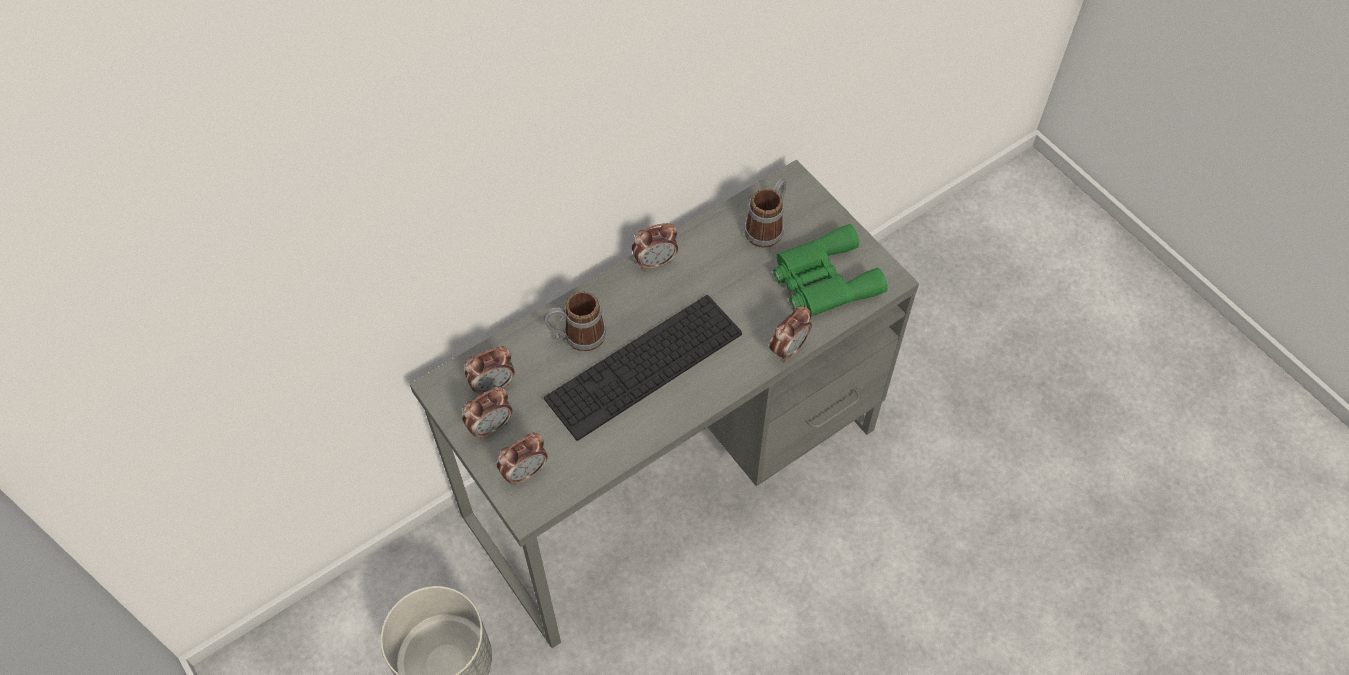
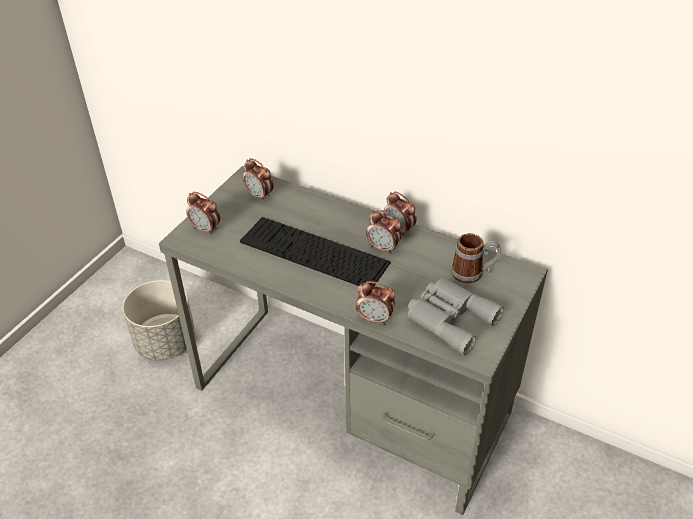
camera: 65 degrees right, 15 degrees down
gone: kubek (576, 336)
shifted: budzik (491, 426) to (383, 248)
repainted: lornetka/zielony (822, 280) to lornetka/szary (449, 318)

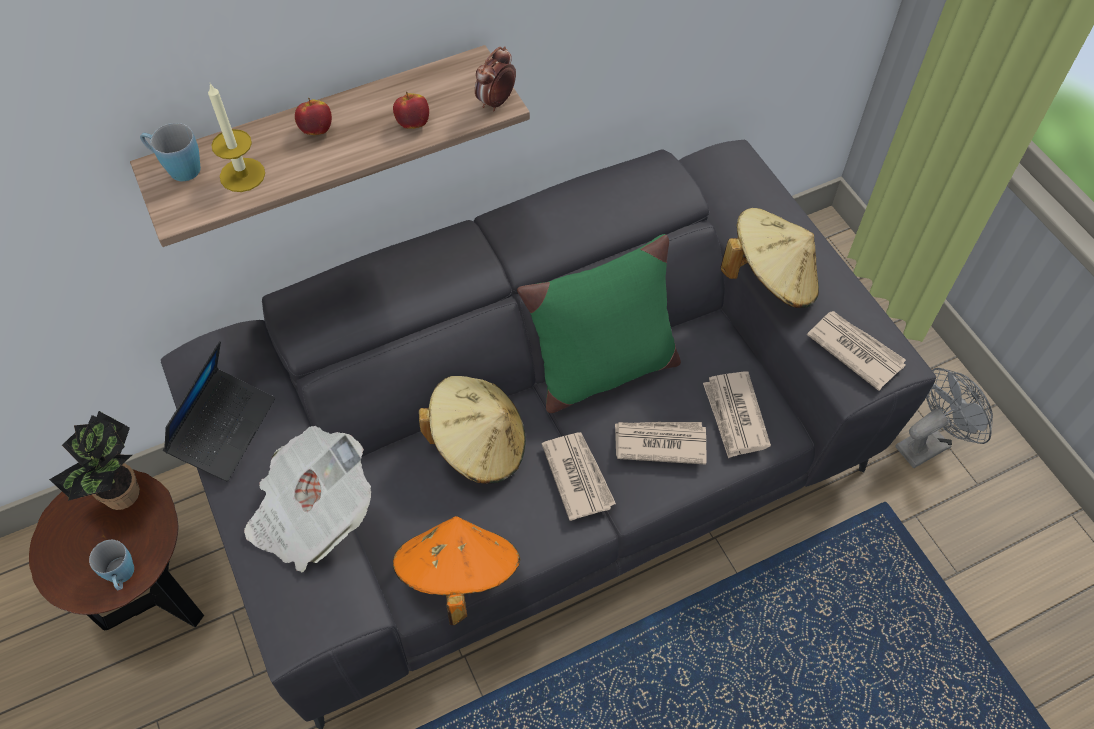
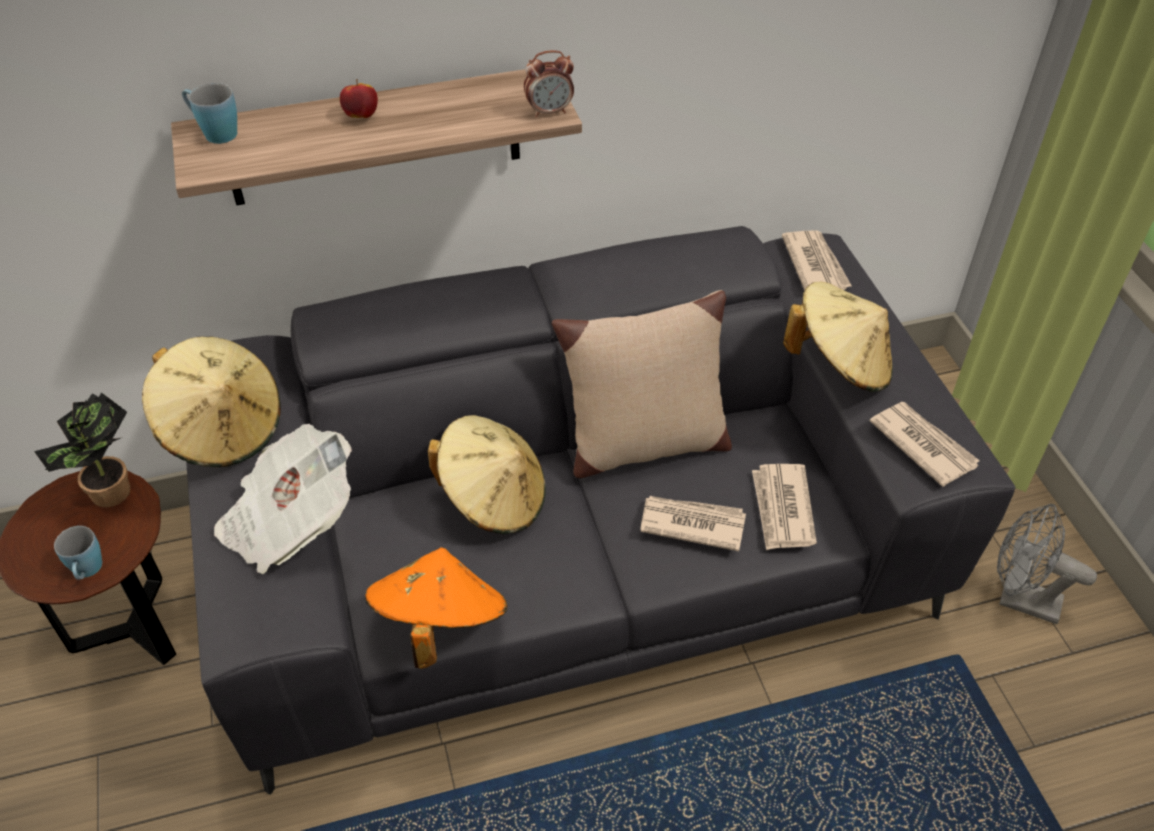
camera: 10 degrees right, 10 degrees down
gone: świeca (242, 175); jabłko (413, 123)
shifted: gazeta (578, 476) to (815, 264)
swapped: laptop (224, 429) to kapelusz/beżowy (222, 429)
repainted: poduszka/zielony (601, 371) to poduszka/beżowy (643, 445)
rotated: budzik (496, 102) = (549, 112) 150 degrees counterclockwise; wentylator/szary (928, 443) = (1019, 599) 135 degrees counterclockwise

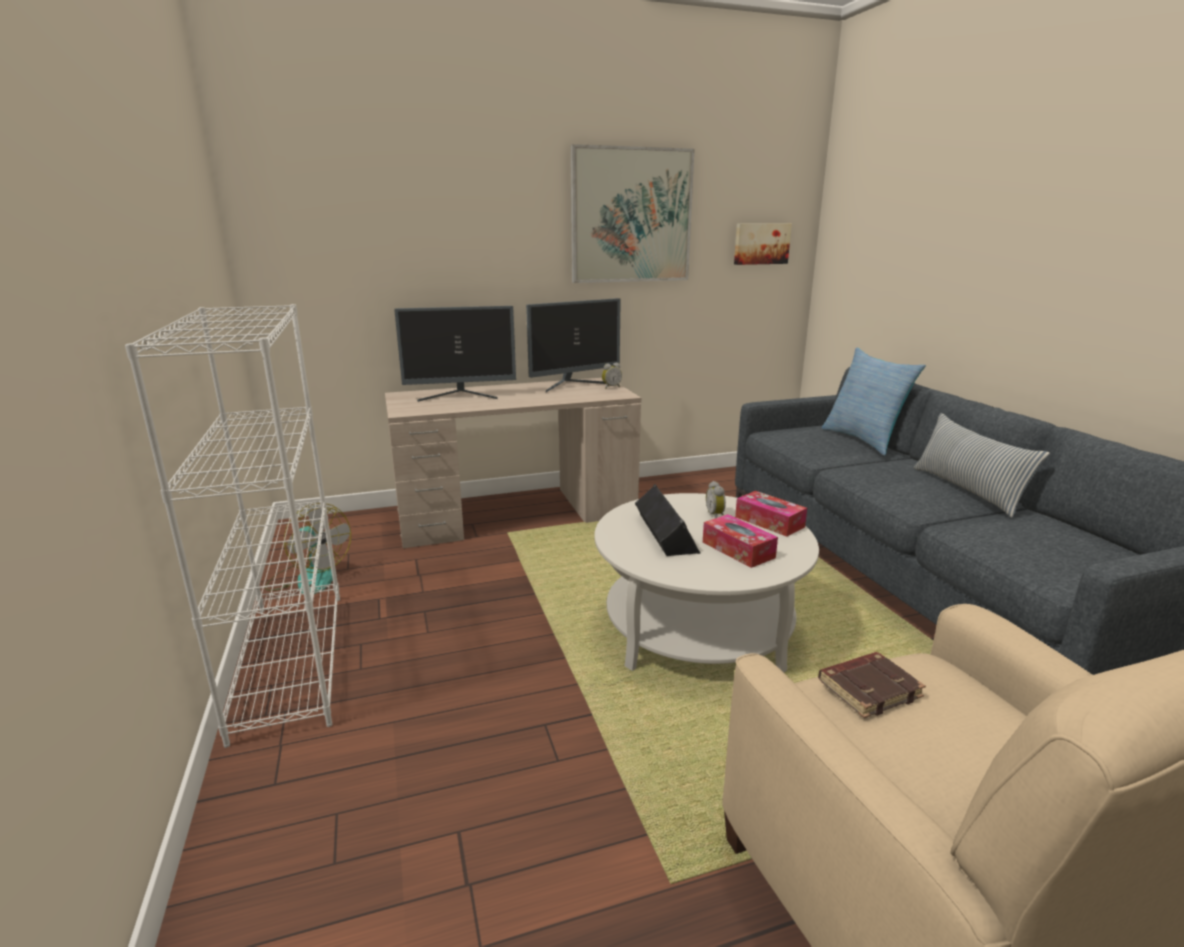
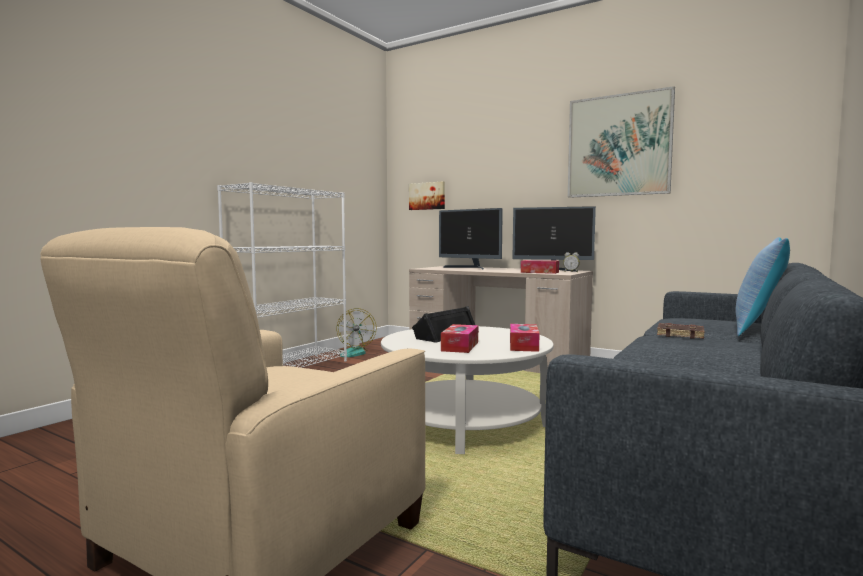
camera: 50 degrees right, 15 degrees down
gone: poduszka (967, 490); budzik (716, 515)
new: pudełko chusteczek (539, 272)
shifted: obraz (761, 243) to (427, 196); książka/brązowy (868, 688) to (680, 335)

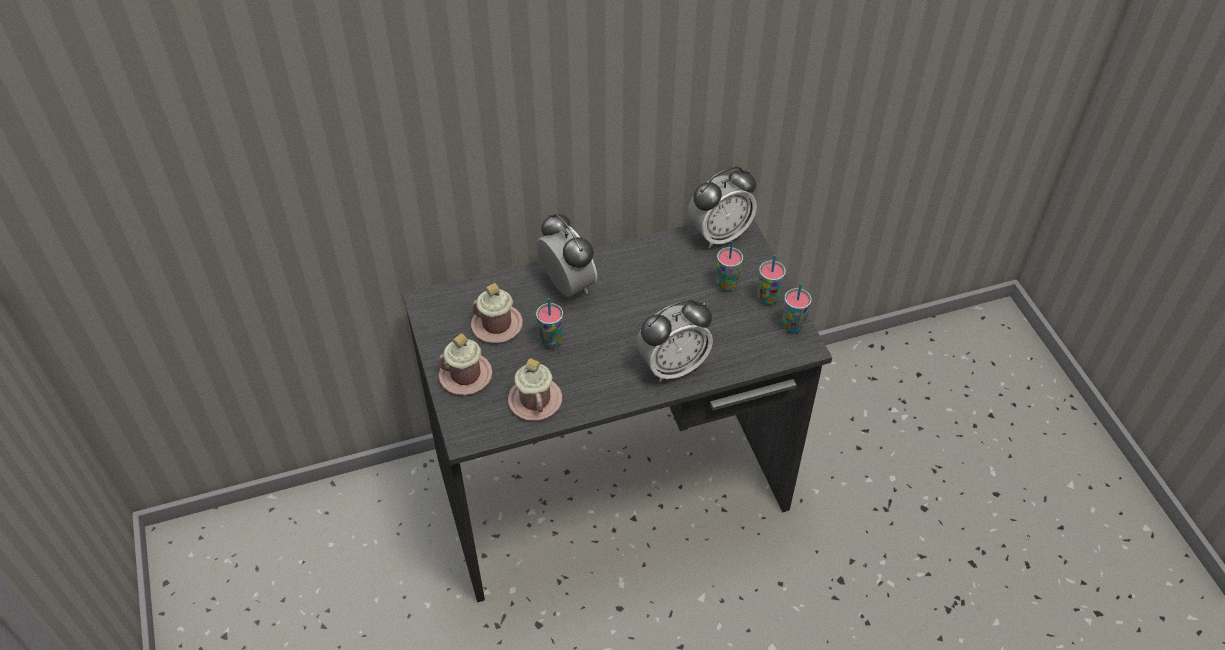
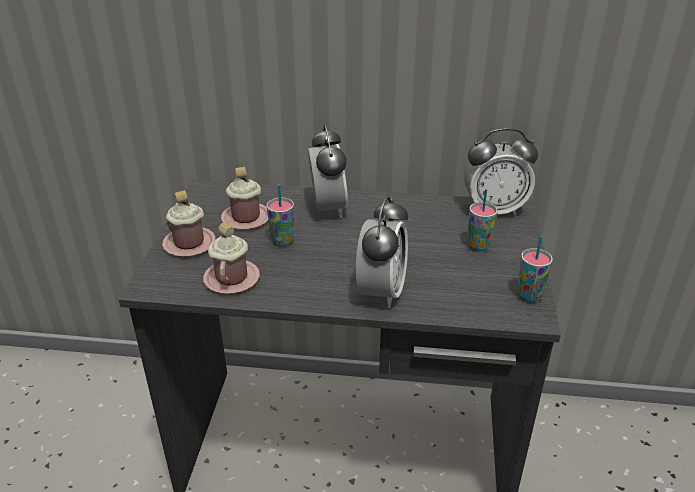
camera: 25 degrees right, 15 degrees down
gone: filiżanka (768, 298)
rotated: budzik (673, 366) = (381, 292) 75 degrees counterclockwise

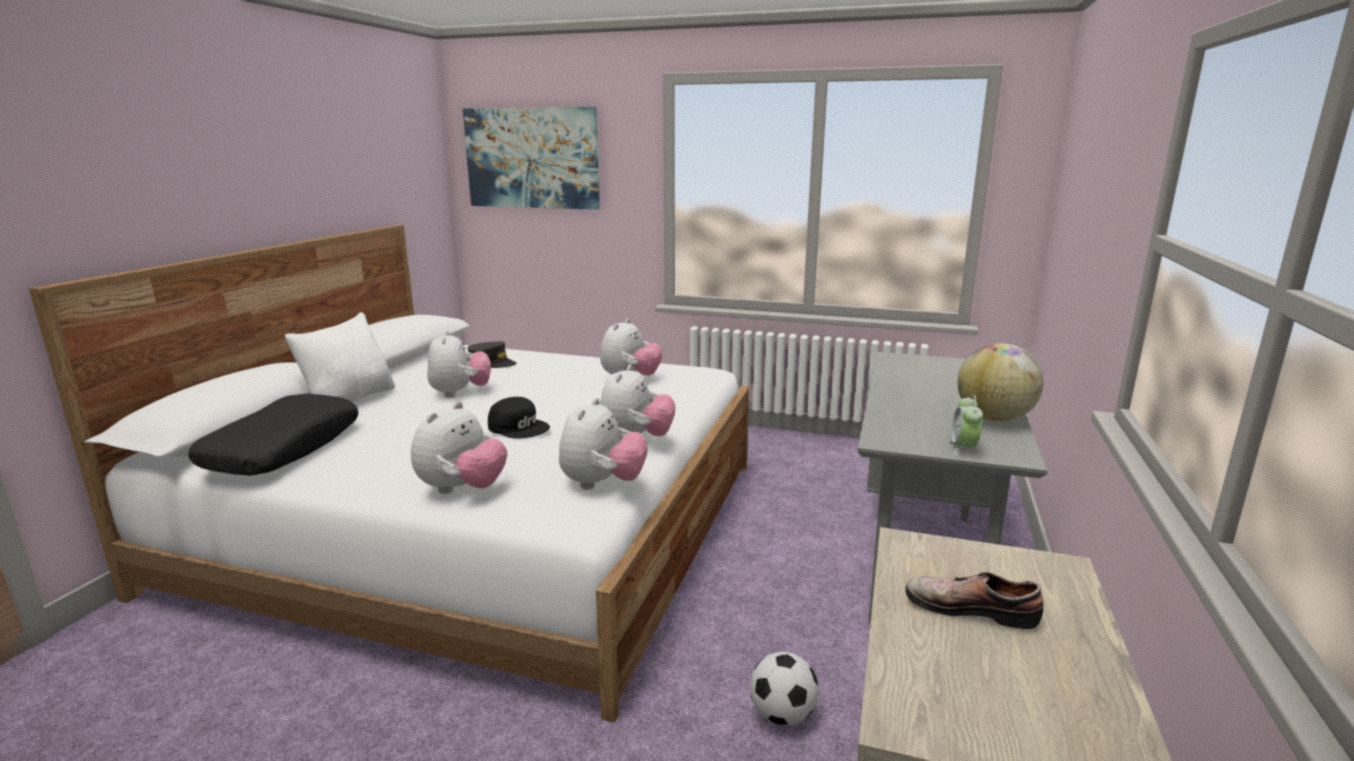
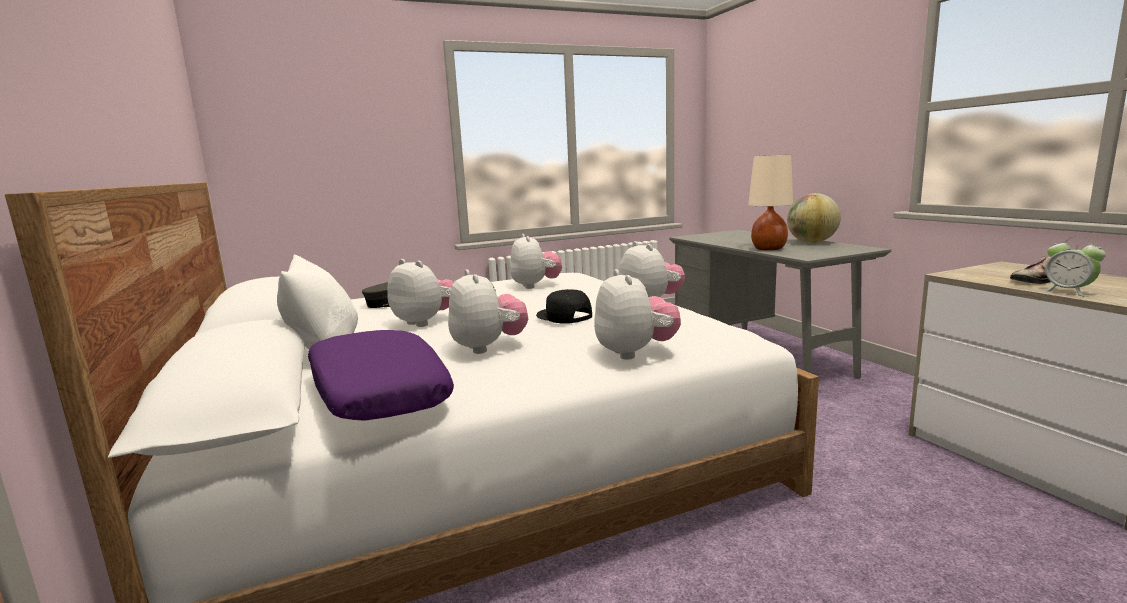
camera: 40 degrees left, 5 degrees down
gone: obraz (532, 158); piłka futbolowa (782, 715)
new: lampa stołowa/beżowy (769, 249)
shifted: budzik (963, 449) to (1068, 292); pluszak (602, 484) to (488, 347)
repainted: poduszka/czarny (283, 449) to poduszka/fioletowy (377, 392)
rotated: czapka z daszkiem/czarny (519, 427) = (563, 316) 120 degrees counterclockwise

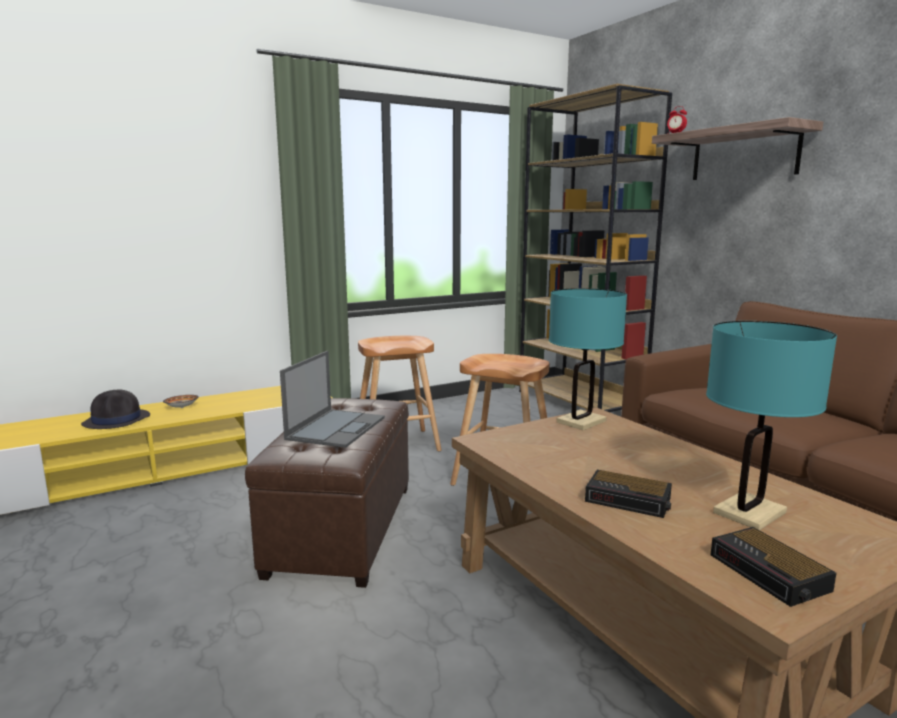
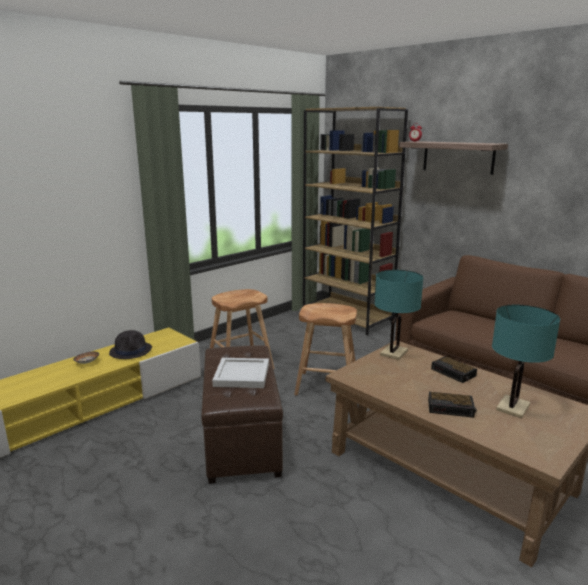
camera: 15 degrees left, 5 degrees up
shifted: kapelusz/czarny (117, 420) to (131, 351); budzik (770, 573) to (454, 373)
swapped: laptop (336, 428) to taca/biały (241, 375)

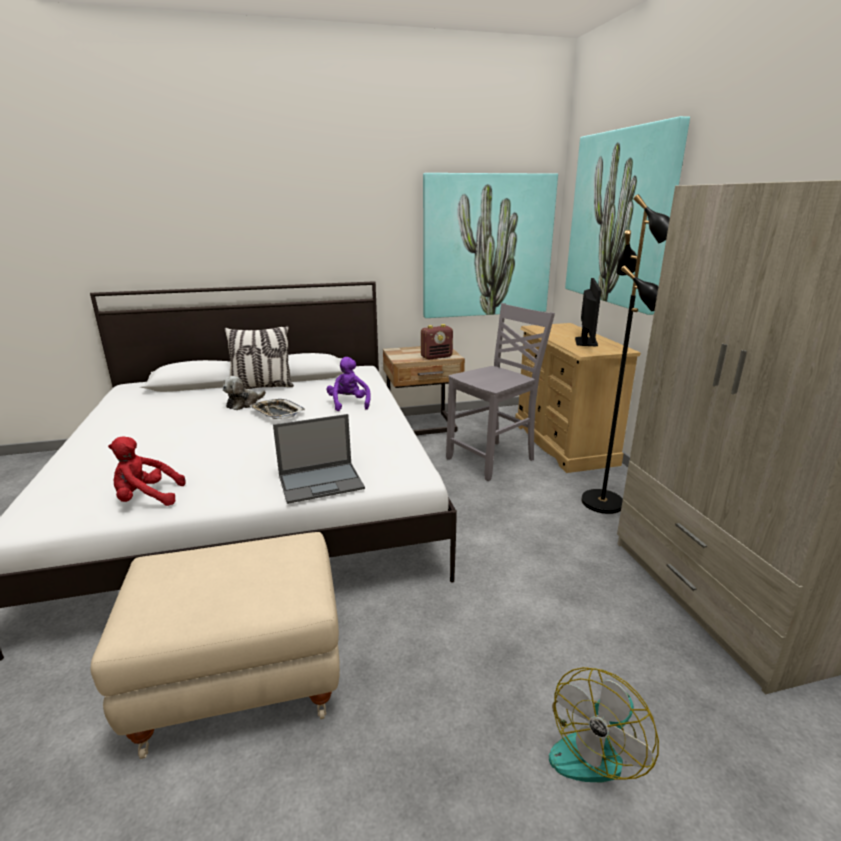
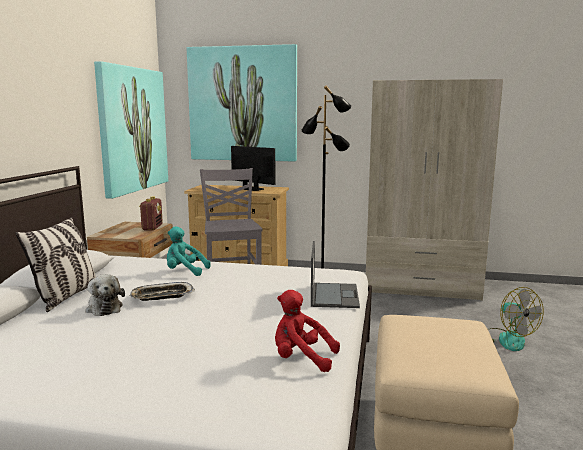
camera: 65 degrees left, 10 degrees down
repainted: pluszak/fioletowy (349, 404) to pluszak/turkusowy (184, 271)
rotated: pluszak/czerwony (147, 498) = (301, 359) 90 degrees clockwise

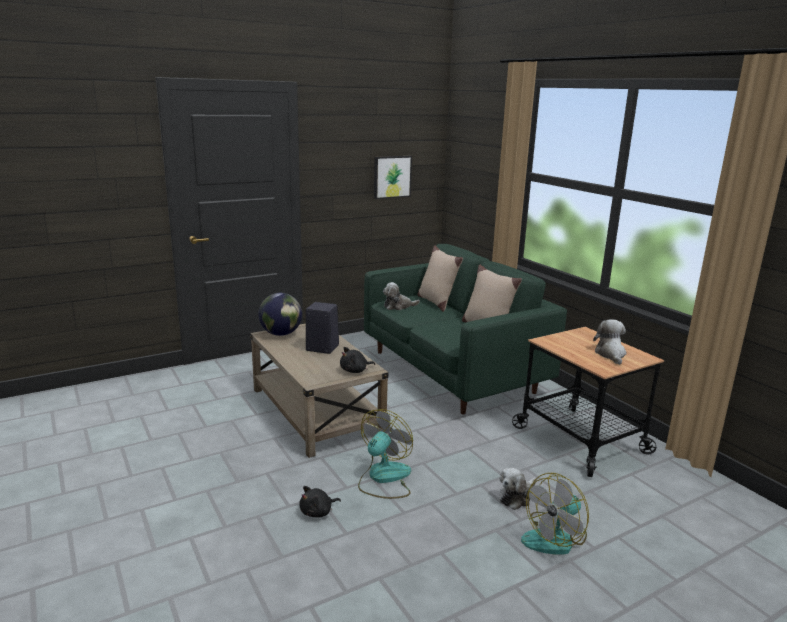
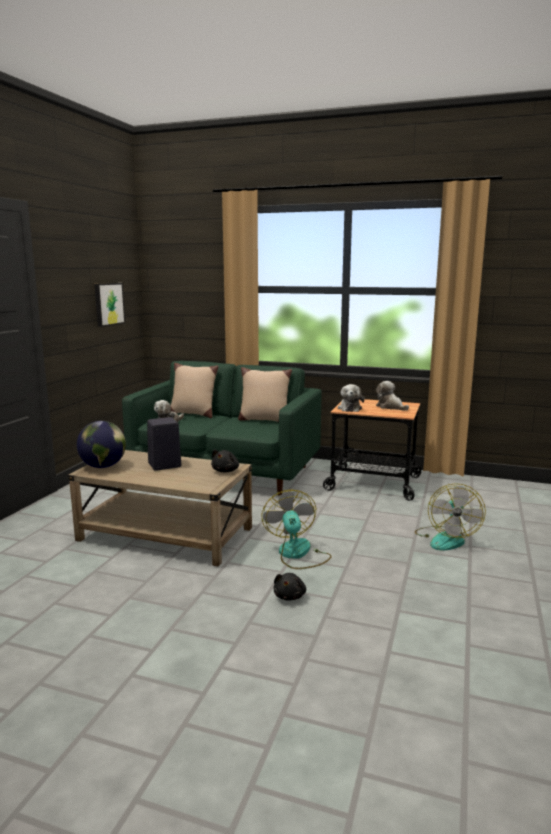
camera: 40 degrees left, 5 degrees down
shifted: pluszak (516, 497) to (350, 408)

